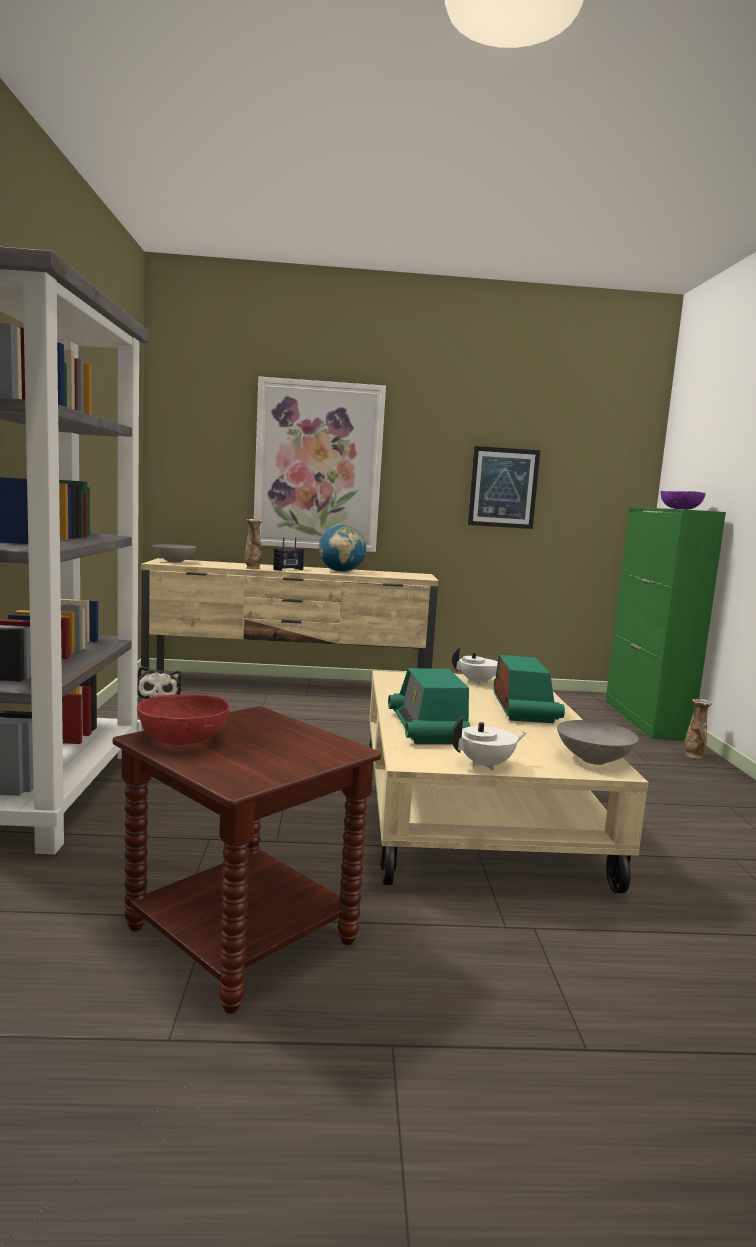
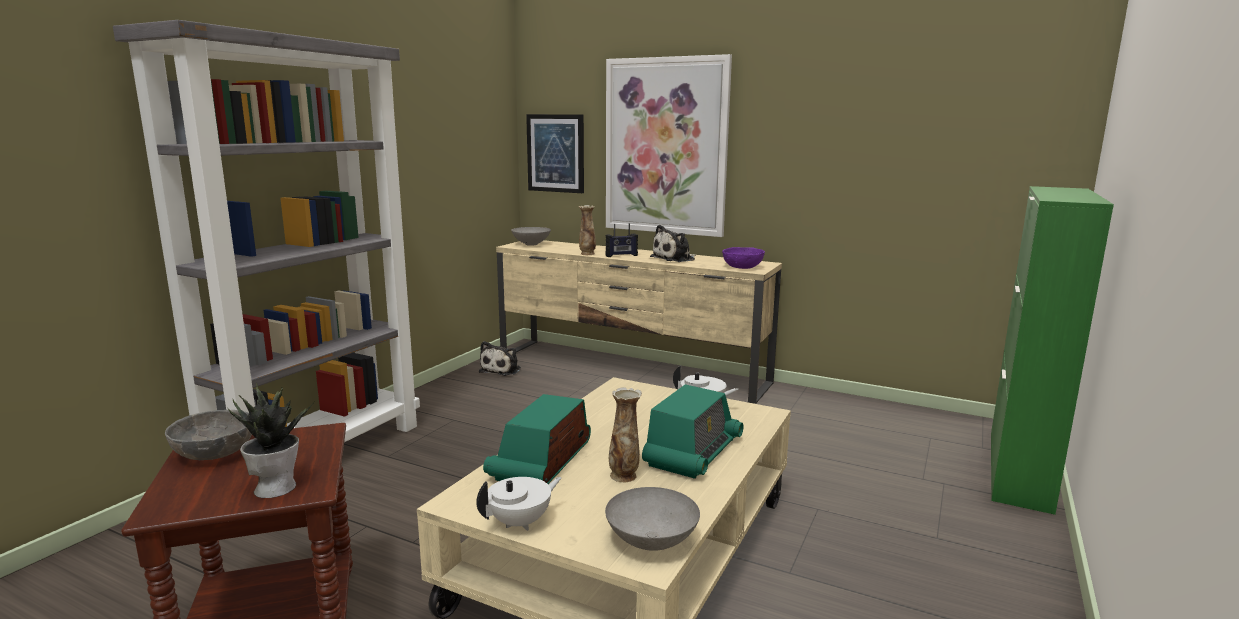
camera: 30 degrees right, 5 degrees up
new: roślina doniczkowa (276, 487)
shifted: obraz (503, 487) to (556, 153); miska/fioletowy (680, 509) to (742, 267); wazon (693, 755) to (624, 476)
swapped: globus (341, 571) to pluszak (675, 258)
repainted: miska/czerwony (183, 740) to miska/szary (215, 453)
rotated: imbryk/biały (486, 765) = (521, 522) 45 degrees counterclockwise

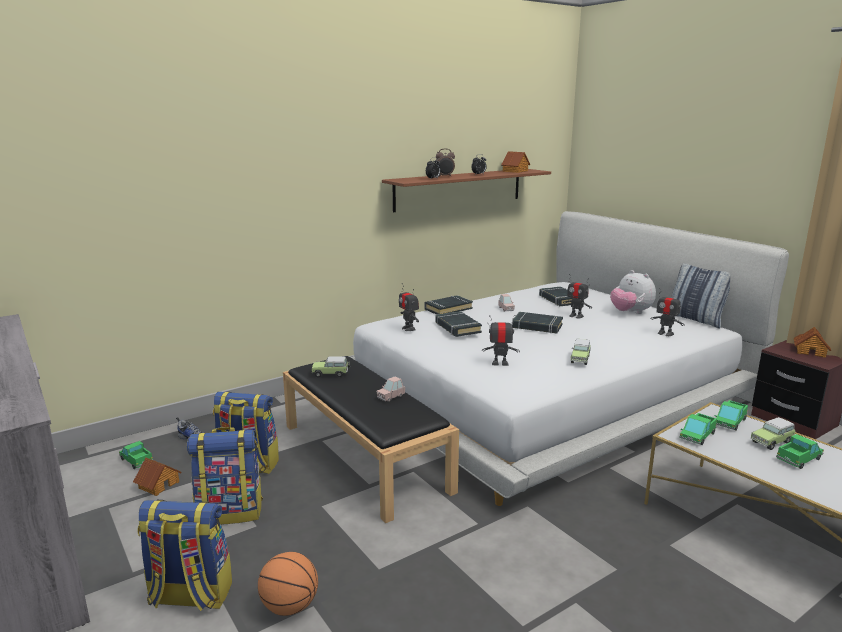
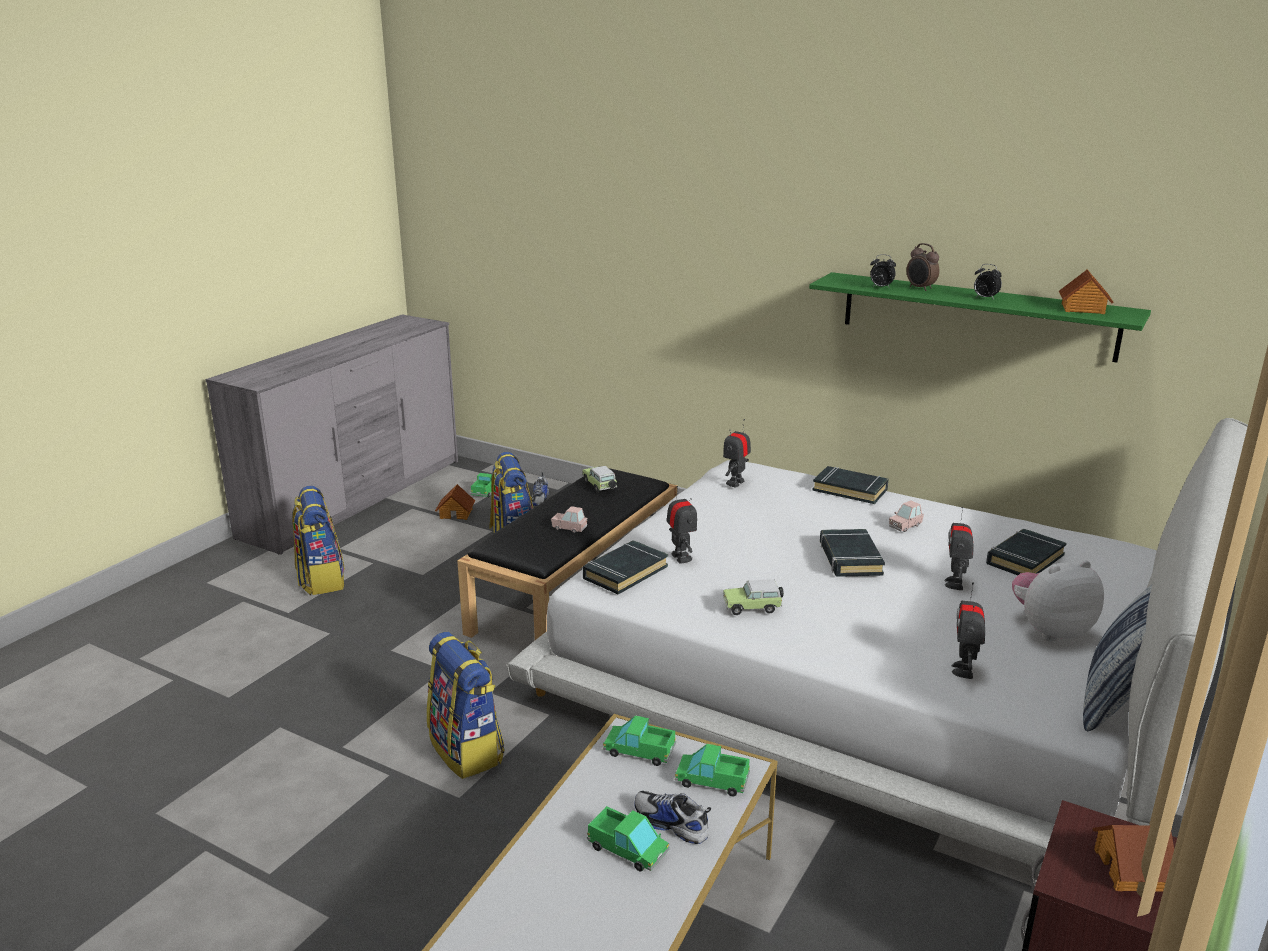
camera: 65 degrees right, 5 degrees up
gone: piłka do koszykówki (290, 606)
shifted: książka/czarny (457, 328) to (625, 572); plecak (231, 512) to (467, 750)
swapped: samochodzik (772, 442) to but (670, 824)
repainted: półka/brązowy (459, 189) to półka/zielony (976, 316)
rotated: pluszak (630, 312) = (1050, 630) 45 degrees clockwise

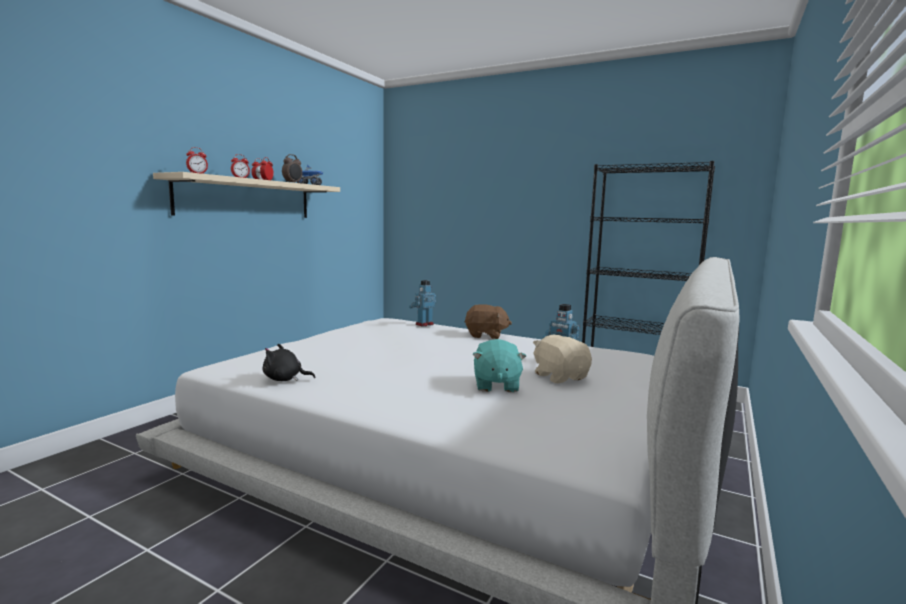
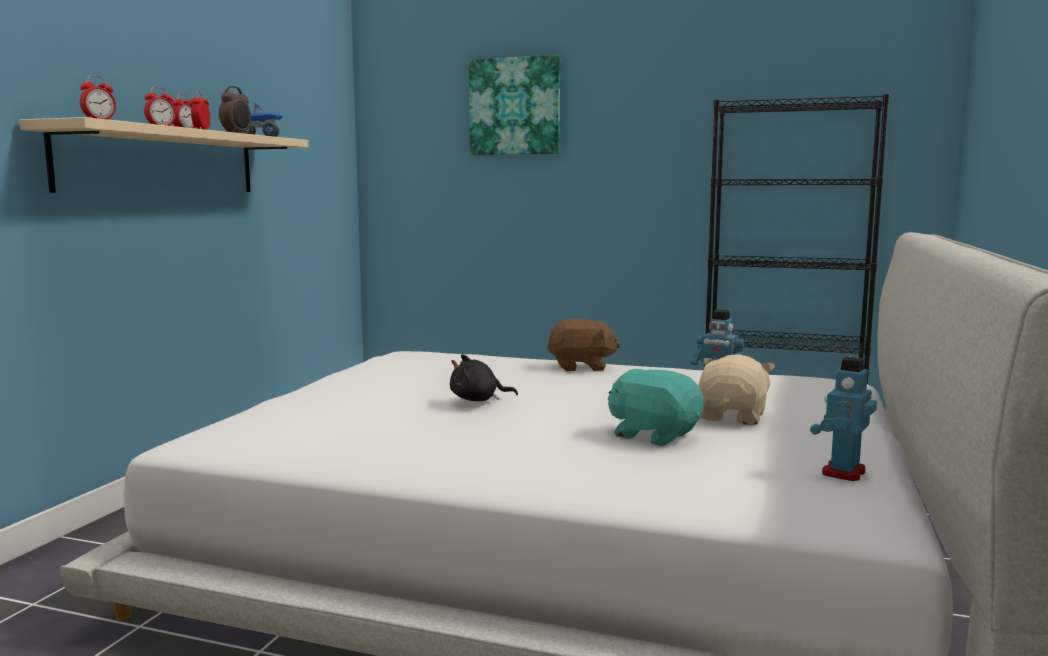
camera: 10 degrees left, 0 degrees up
new: obraz (515, 106)
shifted: robot zabawkowy (424, 324) to (842, 472); pluszak/czarny (285, 379) to (478, 400)
rotated: pluszak/beżowy (560, 377) = (733, 417) 60 degrees clockwise; pluszak/turkusowy (496, 385) = (653, 435) 135 degrees clockwise

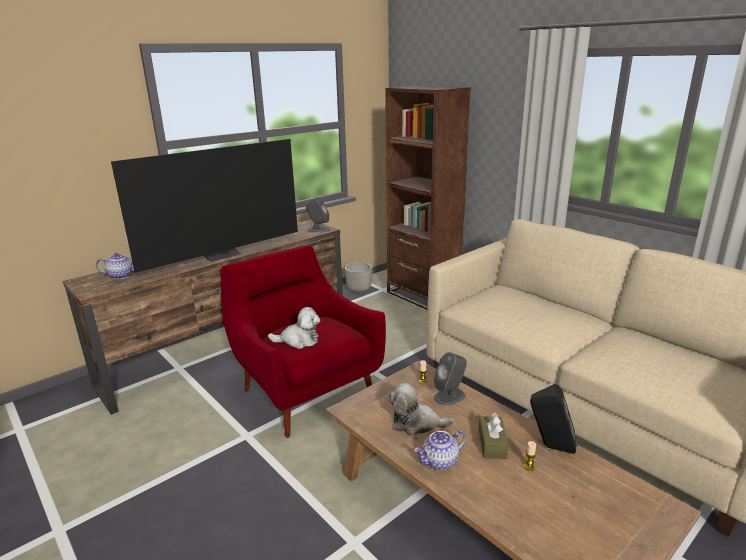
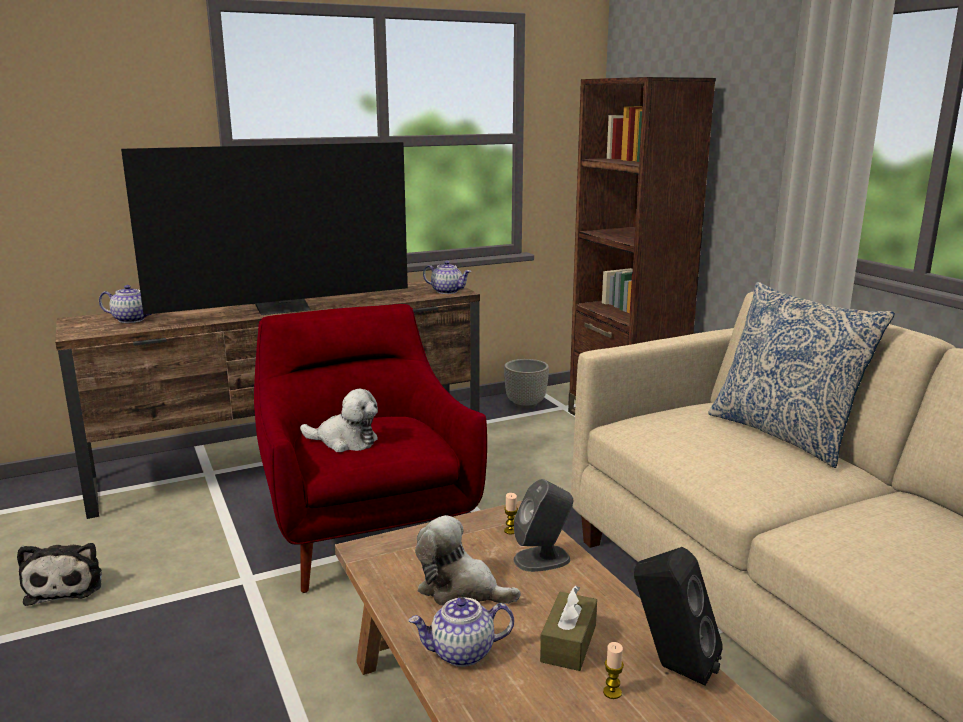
camera: 15 degrees right, 5 degrees down
new: poduszka (784, 434); pluszak (66, 585)
swapped: głośnik/szary (318, 230) to imbryk (447, 291)

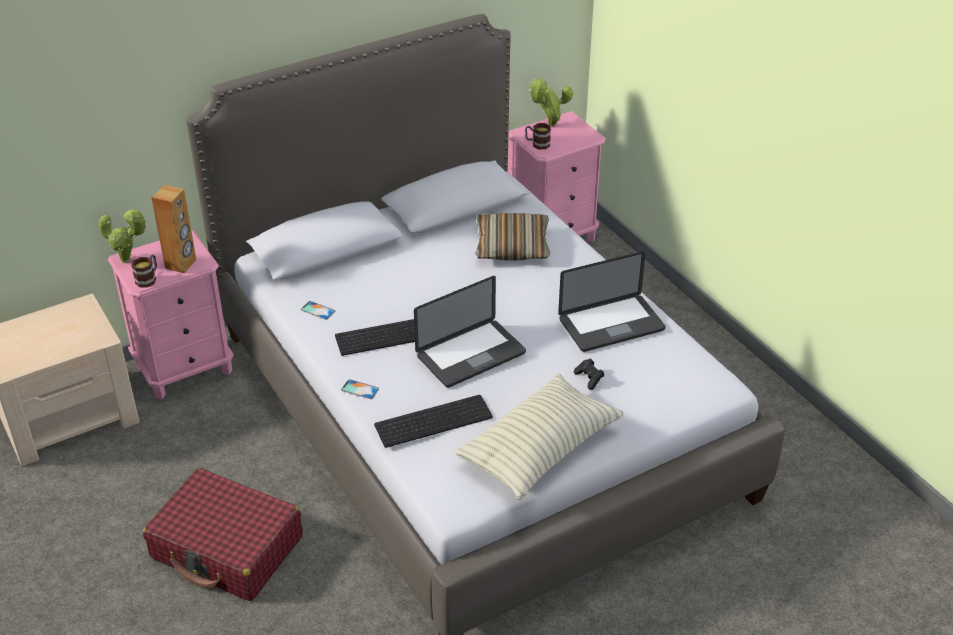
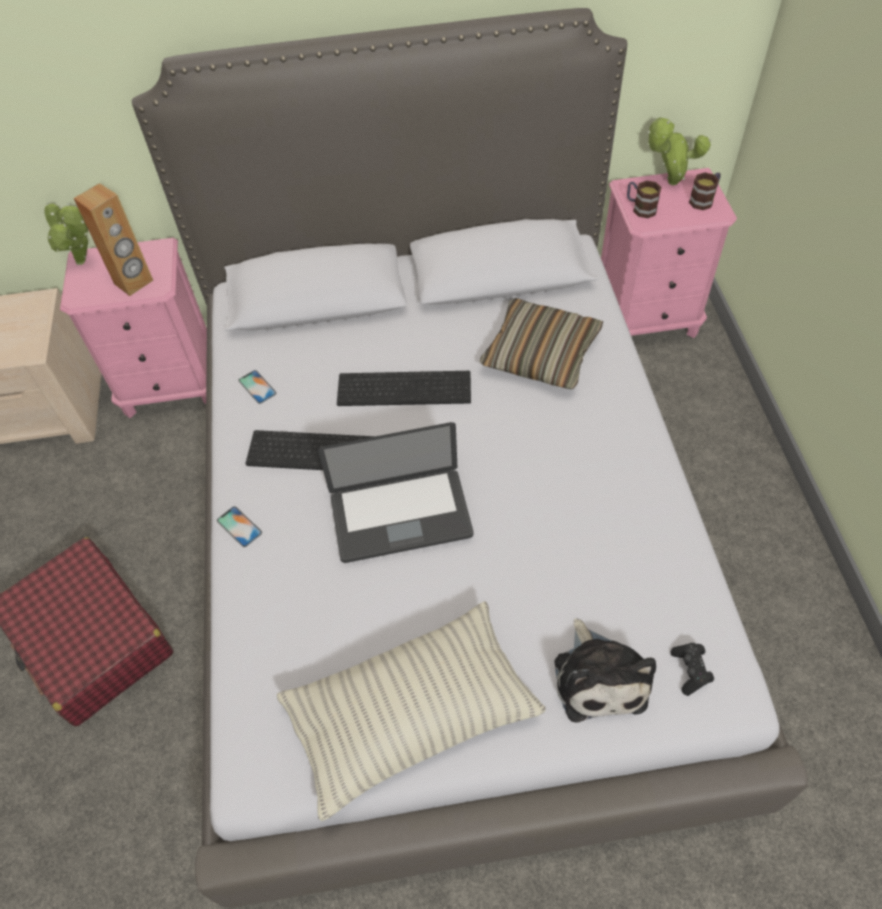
camera: 25 degrees right, 15 degrees up
gone: laptop (611, 325)
new: pluszak (599, 677)
shifted: kubek (148, 278) to (704, 200); pad do gier/czarny (589, 379) to (690, 671); klawiatura (434, 419) to (405, 387)

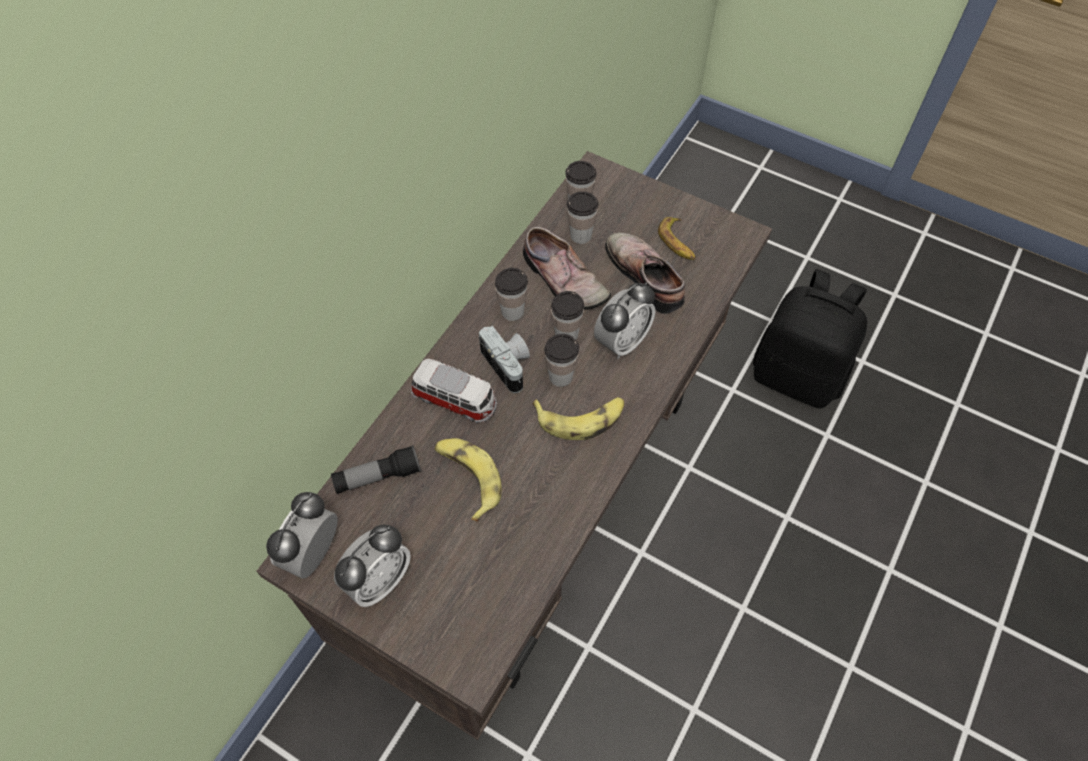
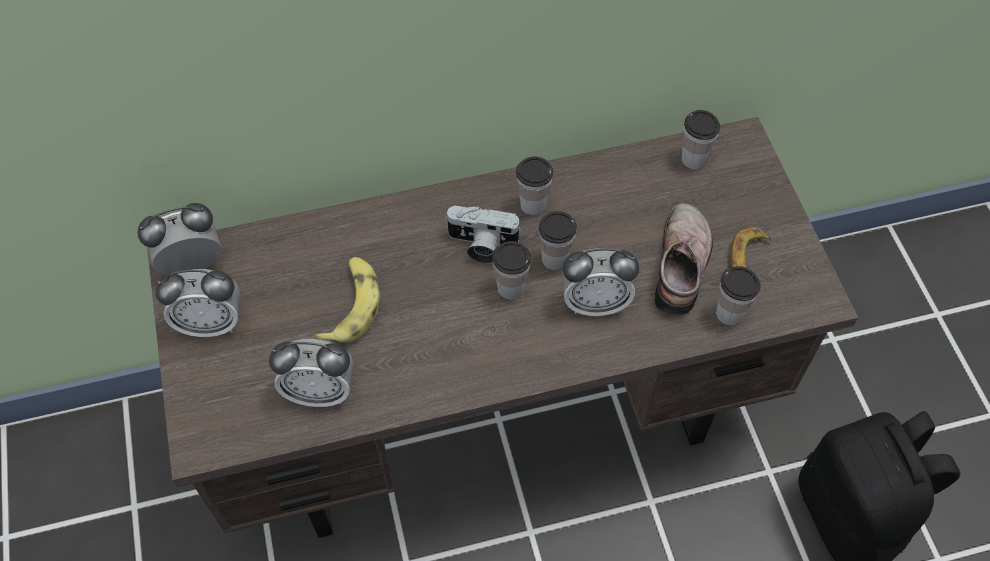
camera: 45 degrees right, 0 degrees up
gone: but (562, 280); samochodzik (456, 400); banan (581, 418); latarka (378, 476)
new: budzik (320, 391)
shifted: filiżanka (580, 235) to (729, 313)
rotated: aparat fotograficzny (509, 365) = (481, 245) 90 degrees clockwise

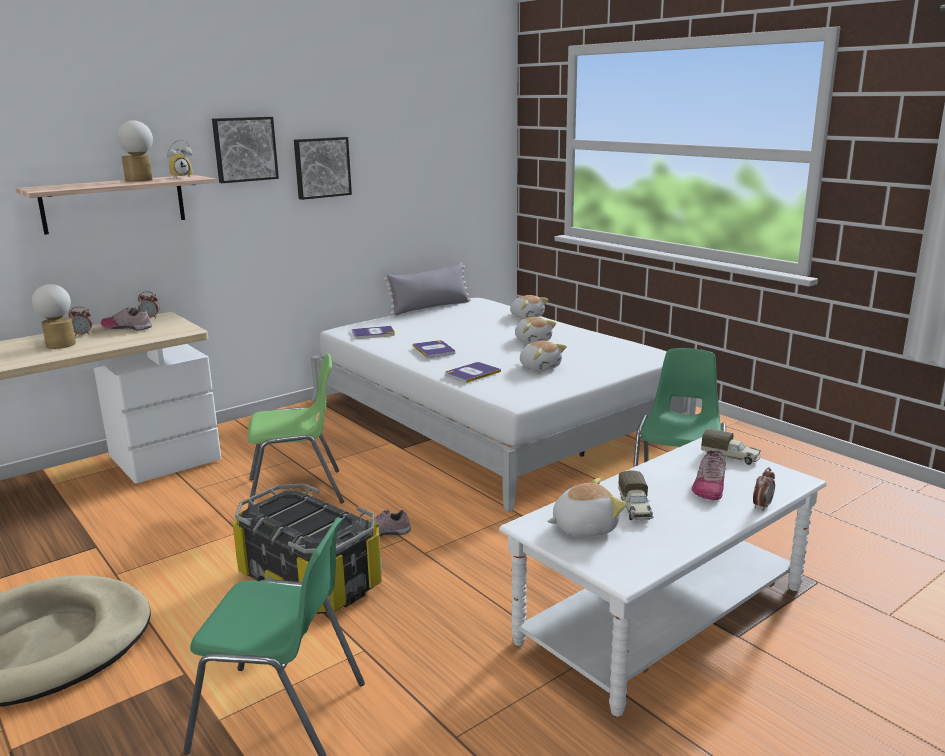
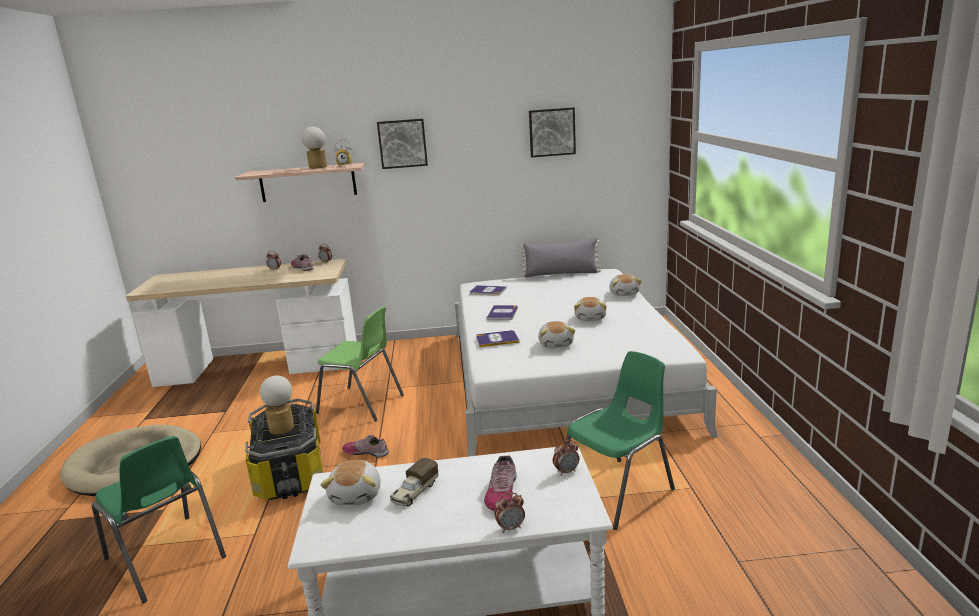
camera: 35 degrees right, 0 degrees up
shifted: obraz (321, 167) to (552, 132); lampa stołowa (60, 344) to (282, 426)
swapped: ciężarówka zabawkowa (730, 457) to budzik (566, 471)
rotated: but (709, 486) = (501, 493) 45 degrees counterclockwise; pluszak (584, 527) = (357, 495) 75 degrees clockwise

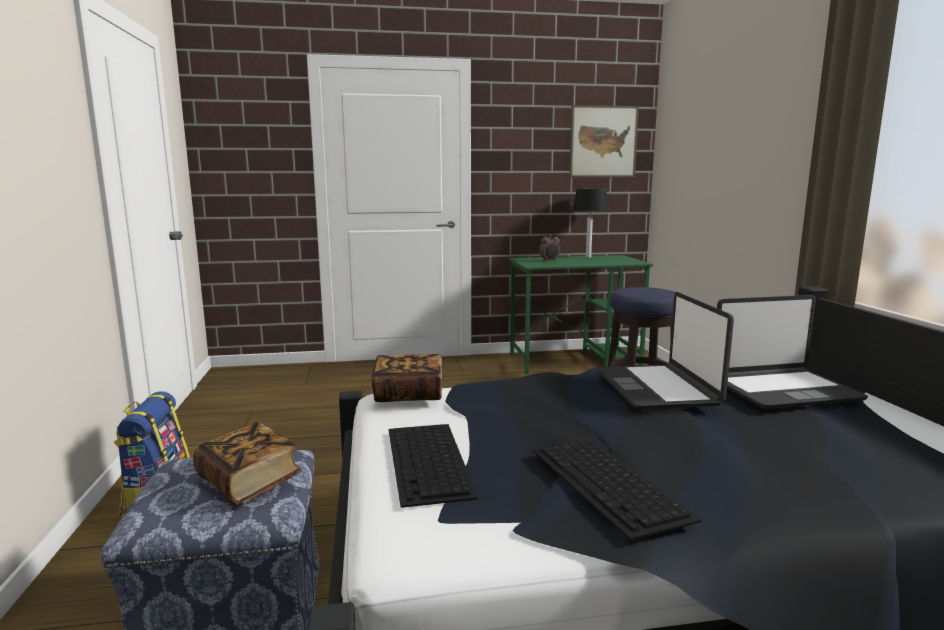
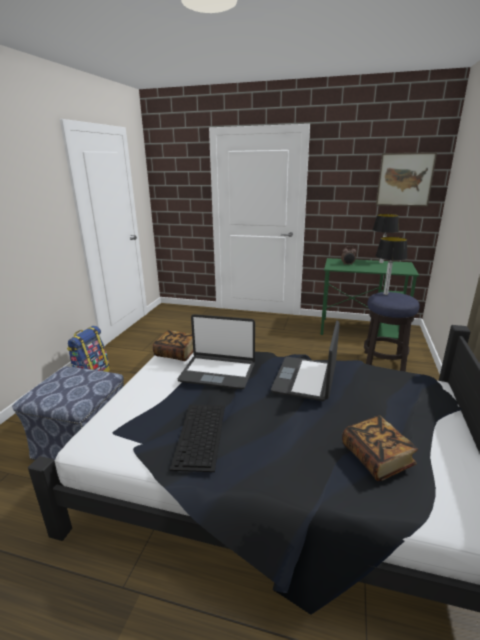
camera: 25 degrees right, 10 degrees up
gone: klawiatura (428, 461)
new: lampa stołowa (386, 294)
shifted: laptop (783, 390) to (218, 372); książka (249, 482) to (376, 458)

